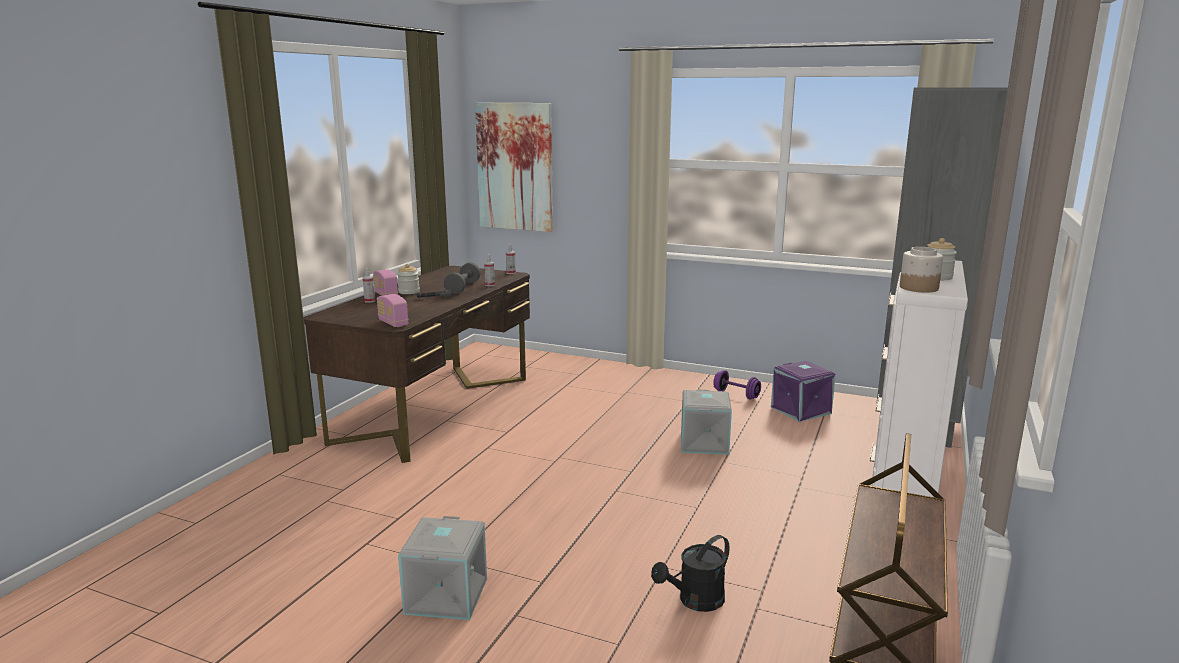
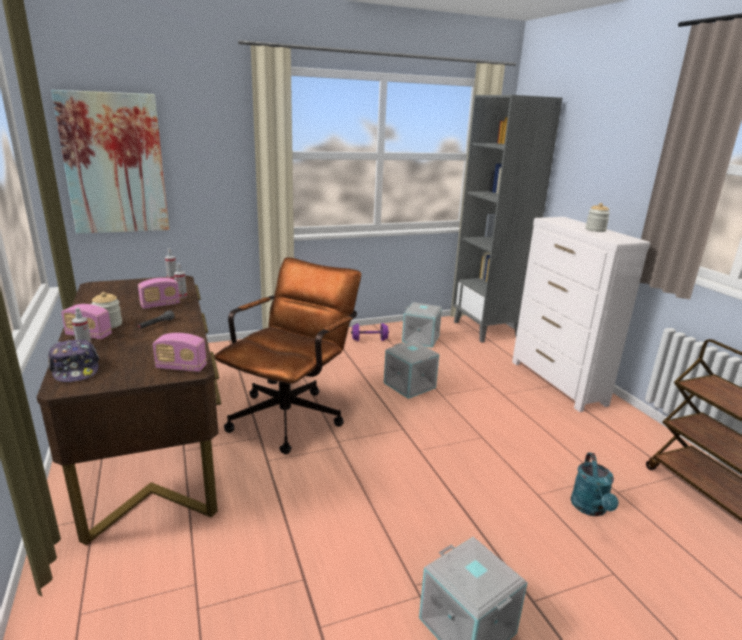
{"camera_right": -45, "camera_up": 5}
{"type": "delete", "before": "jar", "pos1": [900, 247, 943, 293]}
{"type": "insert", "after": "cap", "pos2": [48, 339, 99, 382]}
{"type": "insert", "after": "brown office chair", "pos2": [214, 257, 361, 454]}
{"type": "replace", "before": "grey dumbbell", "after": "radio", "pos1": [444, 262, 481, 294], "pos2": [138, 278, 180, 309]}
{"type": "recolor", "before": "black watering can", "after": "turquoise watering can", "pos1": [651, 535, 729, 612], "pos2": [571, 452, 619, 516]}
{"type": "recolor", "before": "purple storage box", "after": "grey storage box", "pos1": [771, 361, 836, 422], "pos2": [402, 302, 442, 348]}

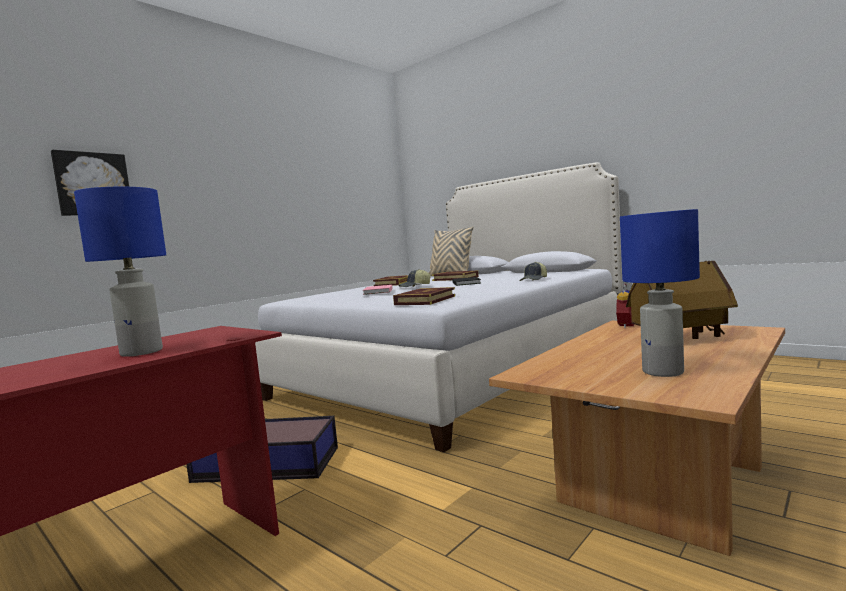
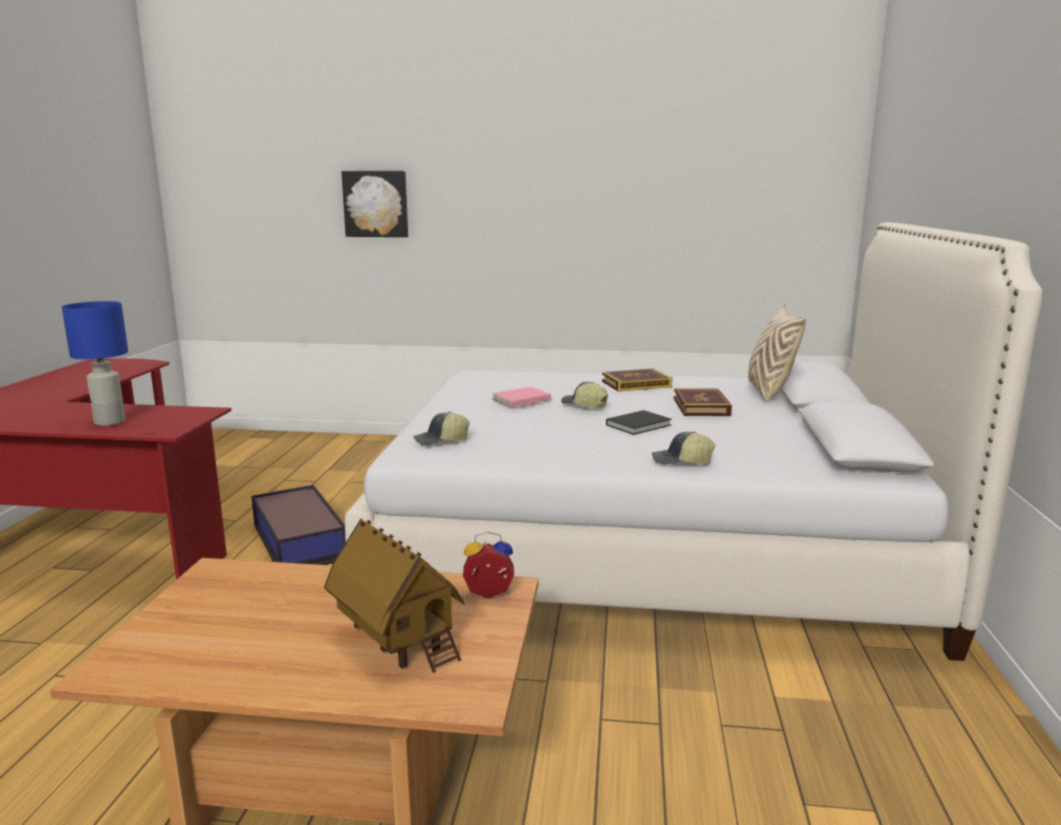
{"camera_right": 55, "camera_up": 10}
{"type": "delete", "before": "blue table lamp", "pos1": [620, 209, 700, 377]}
{"type": "replace", "before": "book", "after": "cap", "pos1": [393, 287, 455, 305], "pos2": [413, 411, 470, 446]}

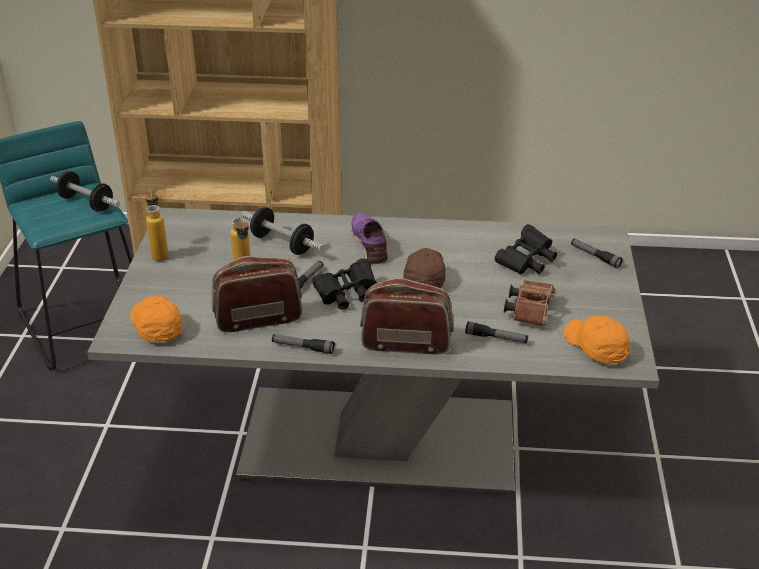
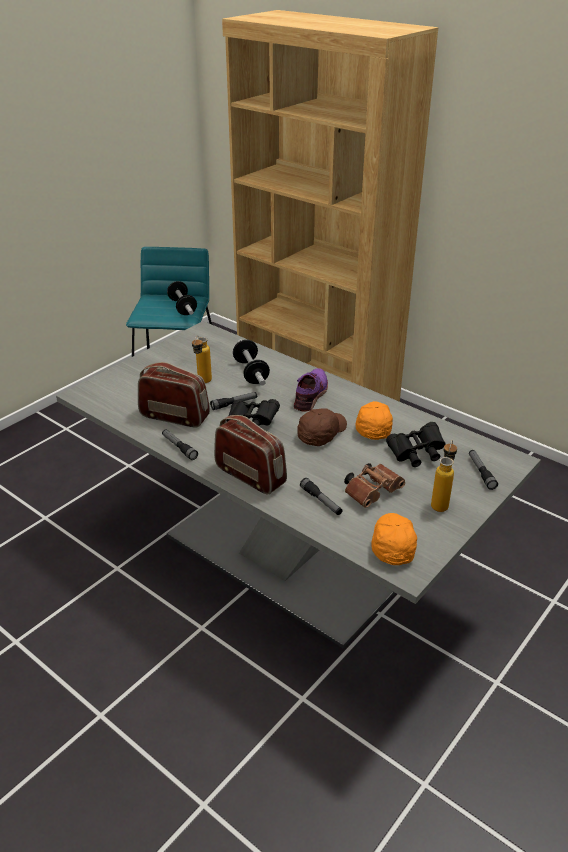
{"camera_right": 35, "camera_up": 0}
{"type": "move", "before": "orange cap", "pos1": [130, 296, 182, 343], "pos2": [356, 401, 393, 440]}
{"type": "move", "before": "bottle", "pos1": [145, 188, 168, 261], "pos2": [431, 440, 457, 512]}

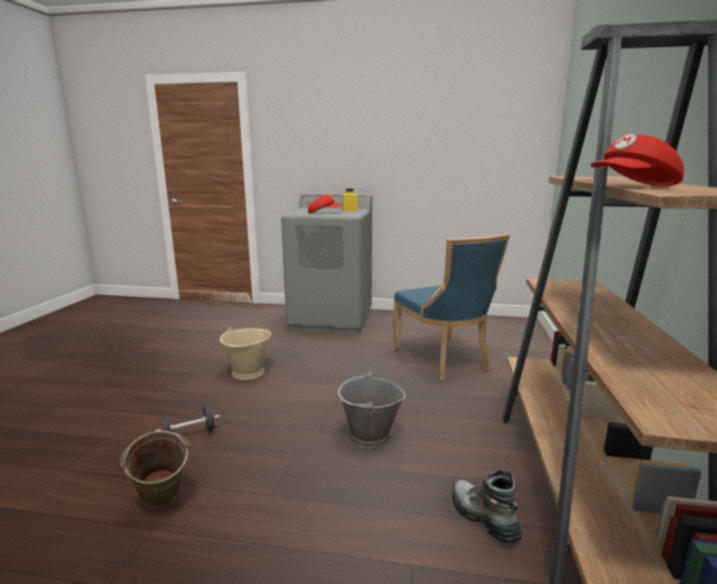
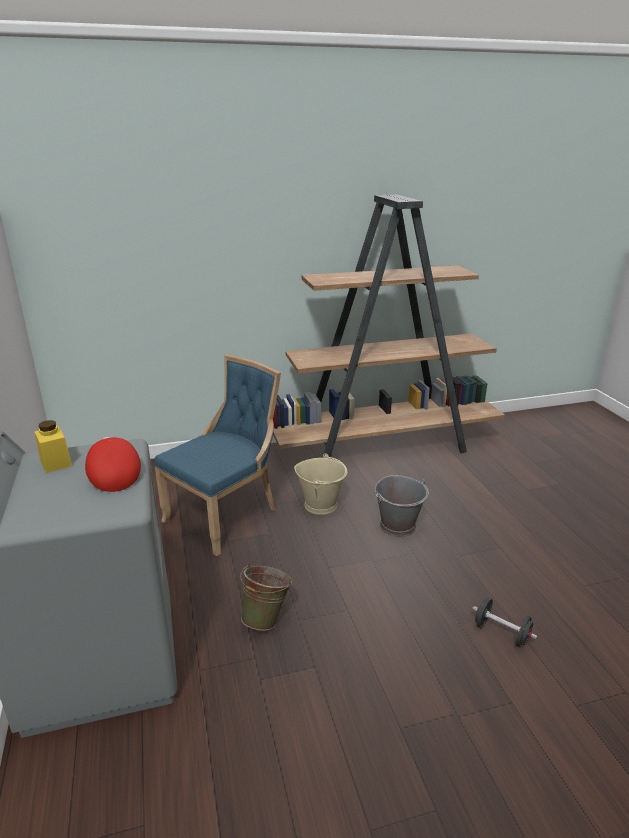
{"camera_right": -115, "camera_up": 10}
{"type": "delete", "before": "boot", "pos1": [452, 470, 522, 544]}
{"type": "delete", "before": "red cap", "pos1": [590, 134, 684, 186]}
{"type": "move", "before": "green bucket", "pos1": [120, 431, 189, 507], "pos2": [240, 563, 292, 631]}
{"type": "move", "before": "beige bucket", "pos1": [220, 327, 271, 380], "pos2": [294, 453, 347, 515]}

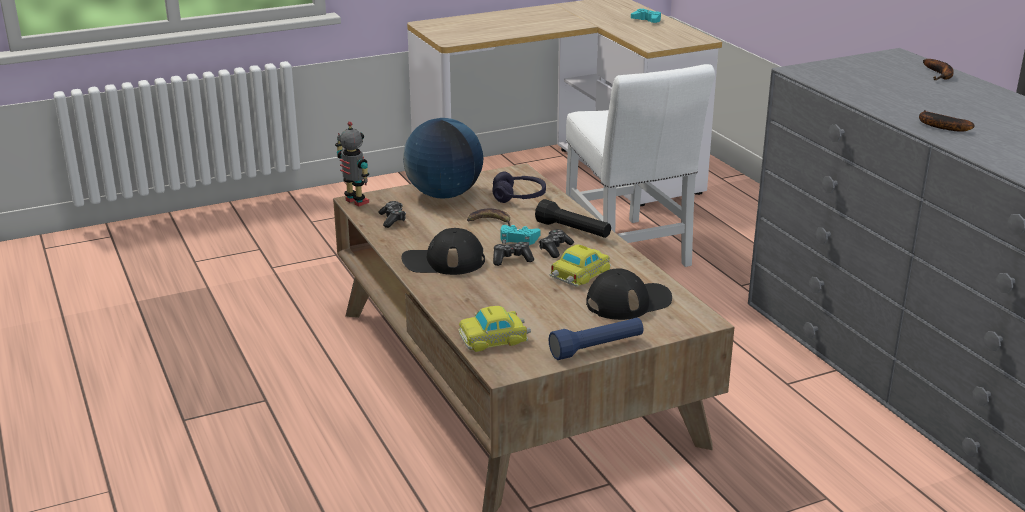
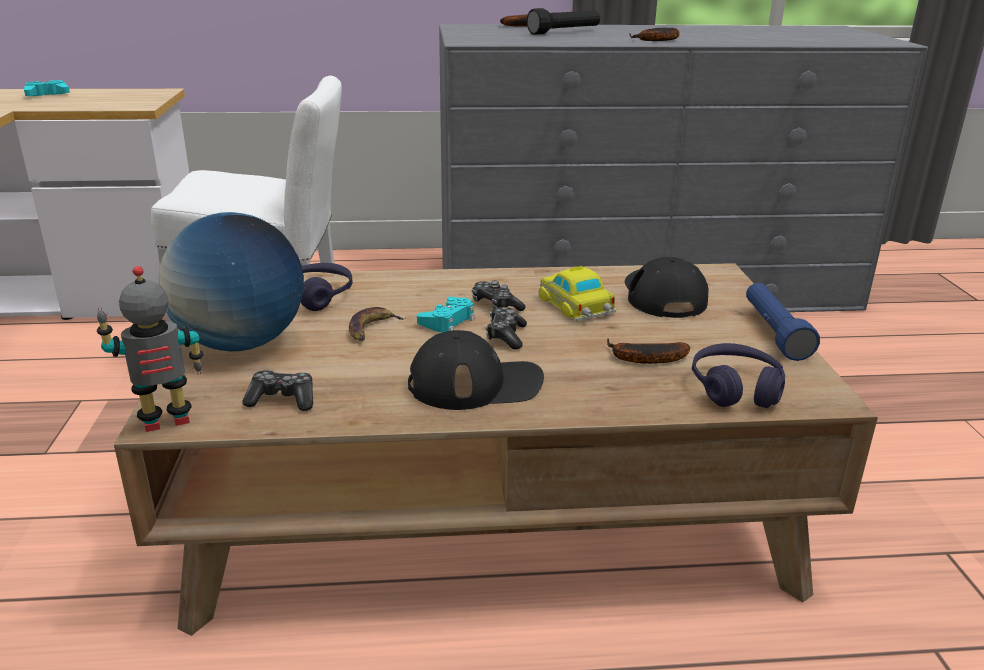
{"camera_right": -70, "camera_up": 0}
{"type": "insert", "after": "banana", "pos2": [607, 338, 690, 364]}
{"type": "move", "before": "black flashlight", "pos1": [535, 199, 611, 238], "pos2": [527, 8, 600, 35]}
{"type": "replace", "before": "toy car", "after": "purple headphones", "pos1": [459, 306, 531, 352], "pos2": [692, 343, 785, 408]}
{"type": "rotate", "before": "black cap", "pos1": [402, 228, 485, 275], "pos2": [408, 330, 544, 410], "turn": -120}

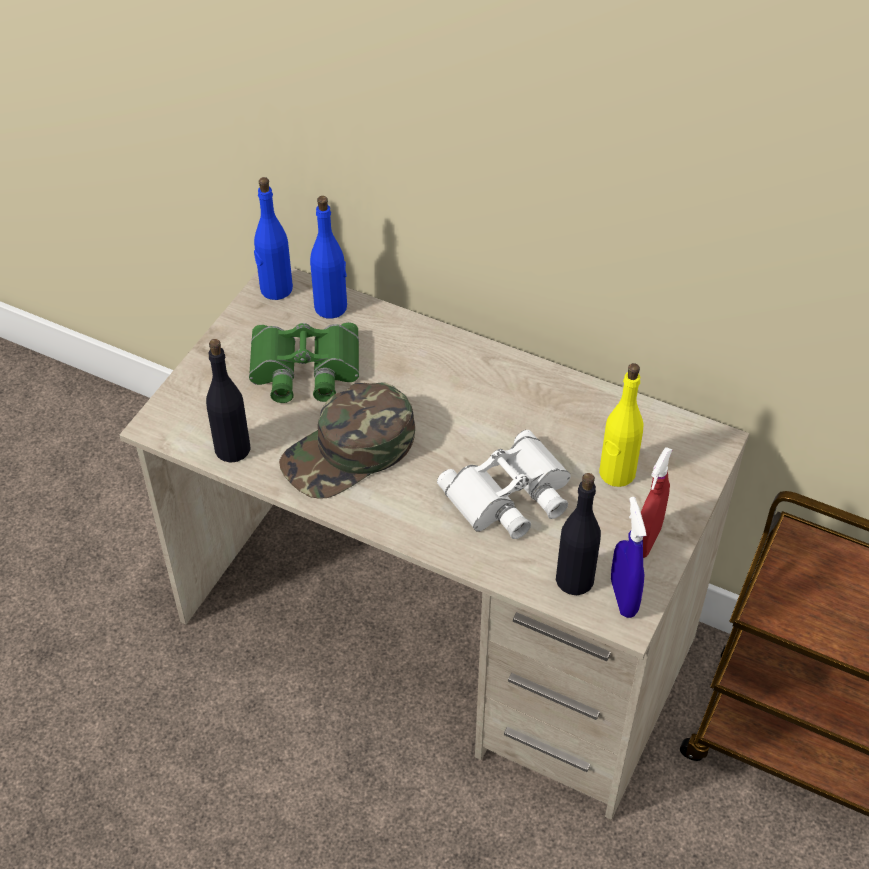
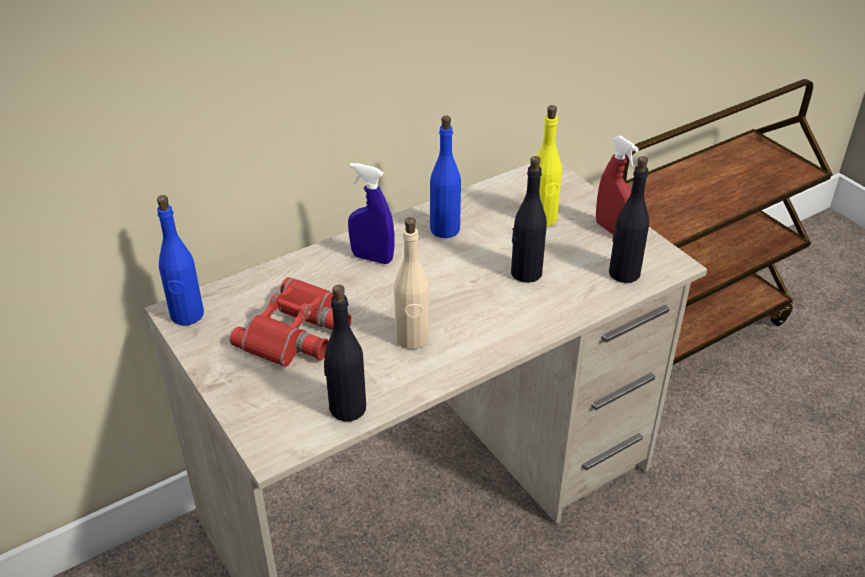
{"camera_right": -60, "camera_up": -10}
{"type": "move", "before": "blue bottle", "pos1": [310, 196, 347, 319], "pos2": [430, 116, 461, 238]}
{"type": "move", "before": "blue spray bottle", "pos1": [611, 497, 647, 618], "pos2": [348, 163, 395, 264]}
{"type": "replace", "before": "green cap", "after": "beige bottle", "pos1": [279, 382, 415, 499], "pos2": [394, 217, 429, 349]}
{"type": "replace", "before": "white binoculars", "after": "black bottle", "pos1": [437, 430, 571, 539], "pos2": [511, 156, 547, 283]}
{"type": "recolor", "before": "green binoculars", "after": "red binoculars", "pos1": [249, 322, 359, 403], "pos2": [230, 277, 352, 367]}

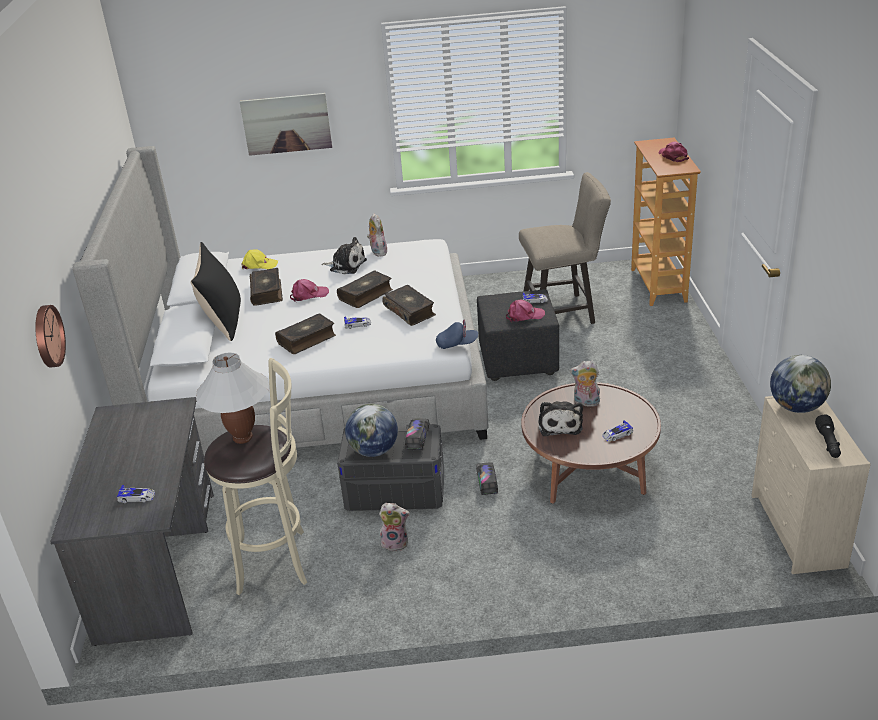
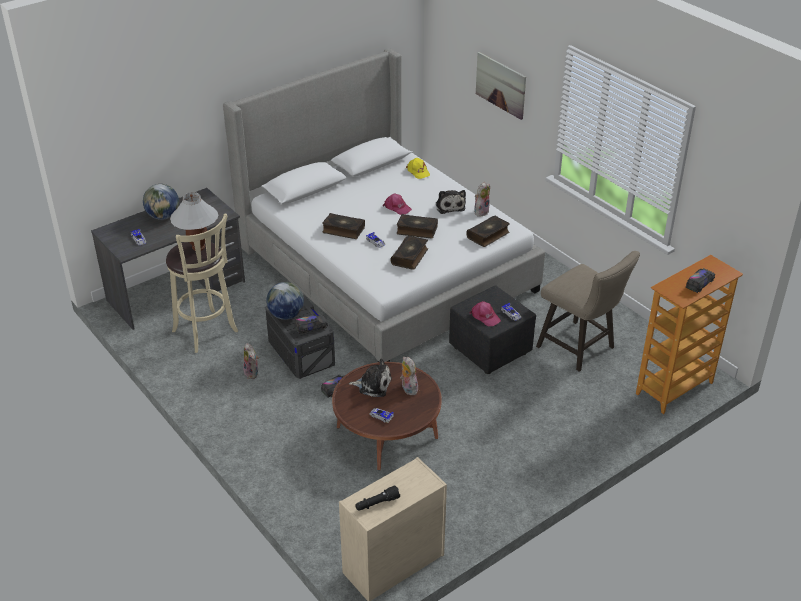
{"camera_right": 55, "camera_up": 5}
{"type": "delete", "before": "wall clock", "pos1": [35, 305, 66, 368]}
{"type": "delete", "before": "black pillow", "pos1": [190, 242, 241, 341]}
{"type": "delete", "before": "blue cap", "pos1": [436, 320, 478, 349]}
{"type": "move", "before": "book", "pos1": [250, 268, 283, 306], "pos2": [466, 216, 510, 247]}
{"type": "move", "before": "globe", "pos1": [770, 355, 831, 413], "pos2": [143, 184, 179, 220]}
{"type": "replace", "before": "pink cap", "after": "toy truck", "pos1": [659, 142, 689, 162], "pos2": [686, 268, 715, 293]}
{"type": "rotate", "before": "plush toy", "pos1": [538, 401, 583, 436], "pos2": [349, 359, 392, 397], "turn": -135}

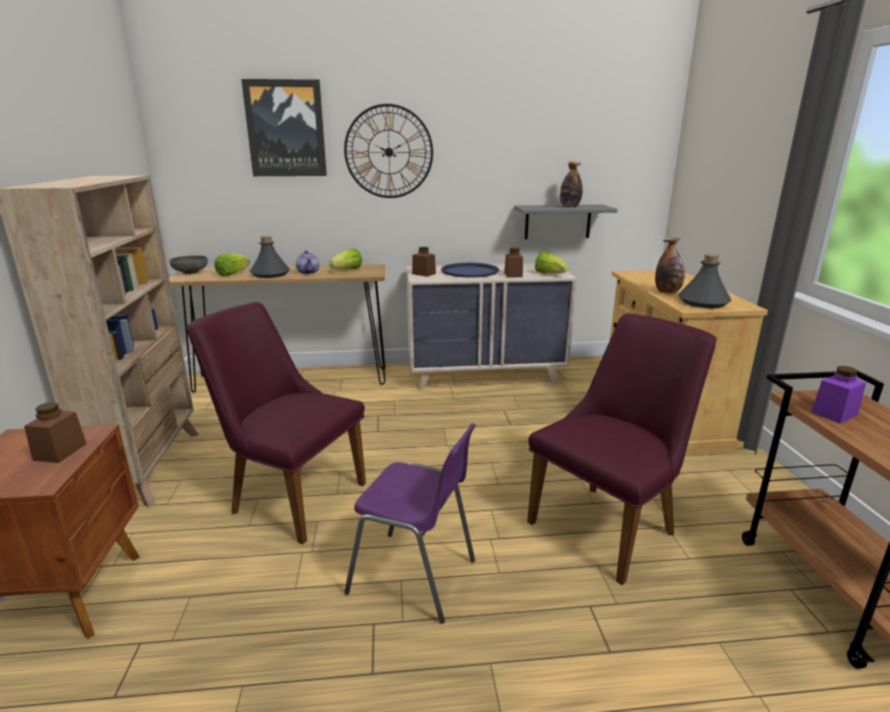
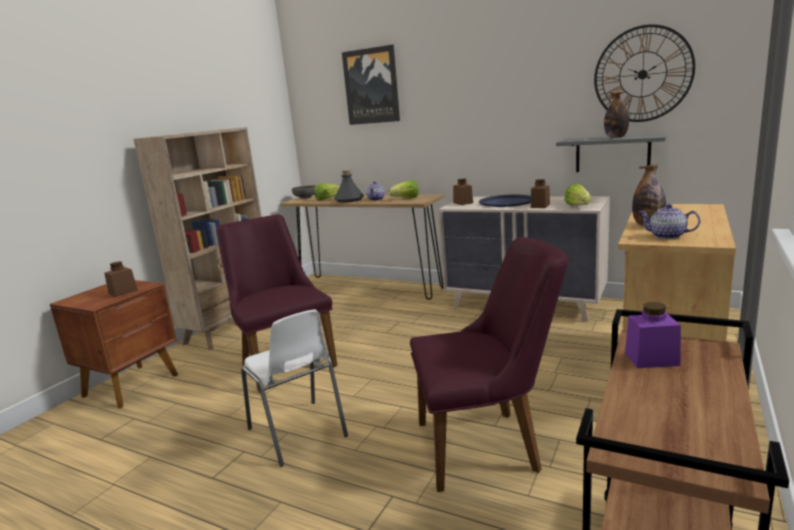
{"camera_right": 35, "camera_up": -5}
{"type": "move", "before": "wall clock", "pos1": [344, 104, 433, 198], "pos2": [594, 24, 695, 122]}
{"type": "replace", "before": "grey bottle", "after": "teapot", "pos1": [678, 254, 731, 308], "pos2": [639, 204, 700, 239]}
{"type": "recolor", "before": "purple chair", "after": "white chair", "pos1": [344, 423, 476, 624], "pos2": [241, 309, 348, 467]}

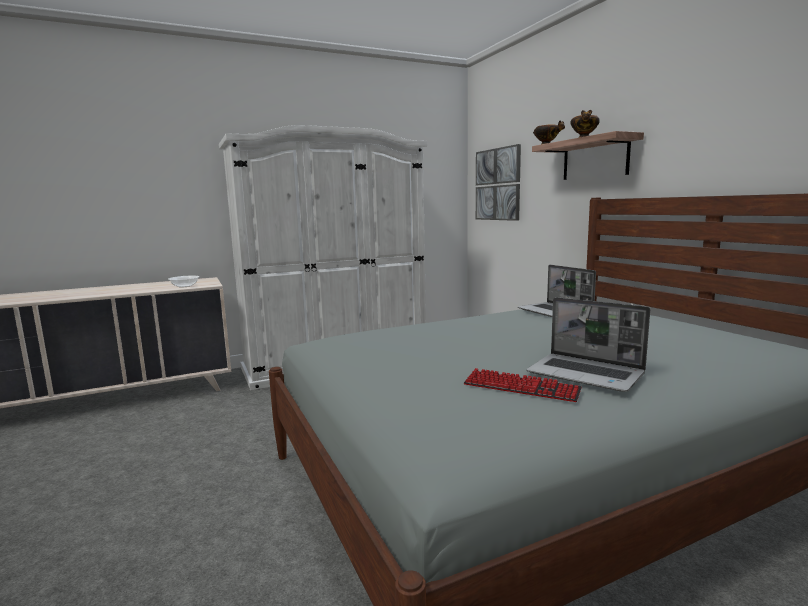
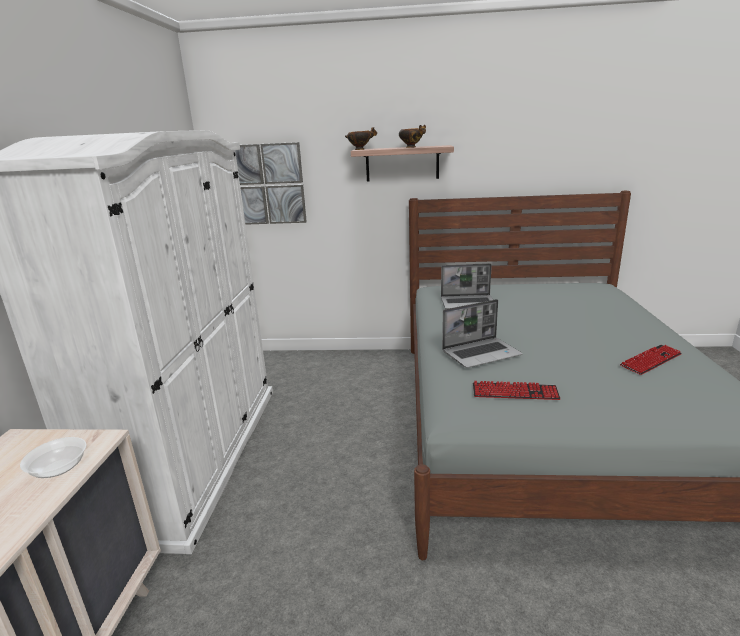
{"camera_right": -60, "camera_up": 10}
{"type": "insert", "after": "keyboard", "pos2": [473, 381, 560, 400]}
{"type": "move", "before": "laptop", "pos1": [526, 297, 650, 392], "pos2": [442, 299, 522, 368]}

